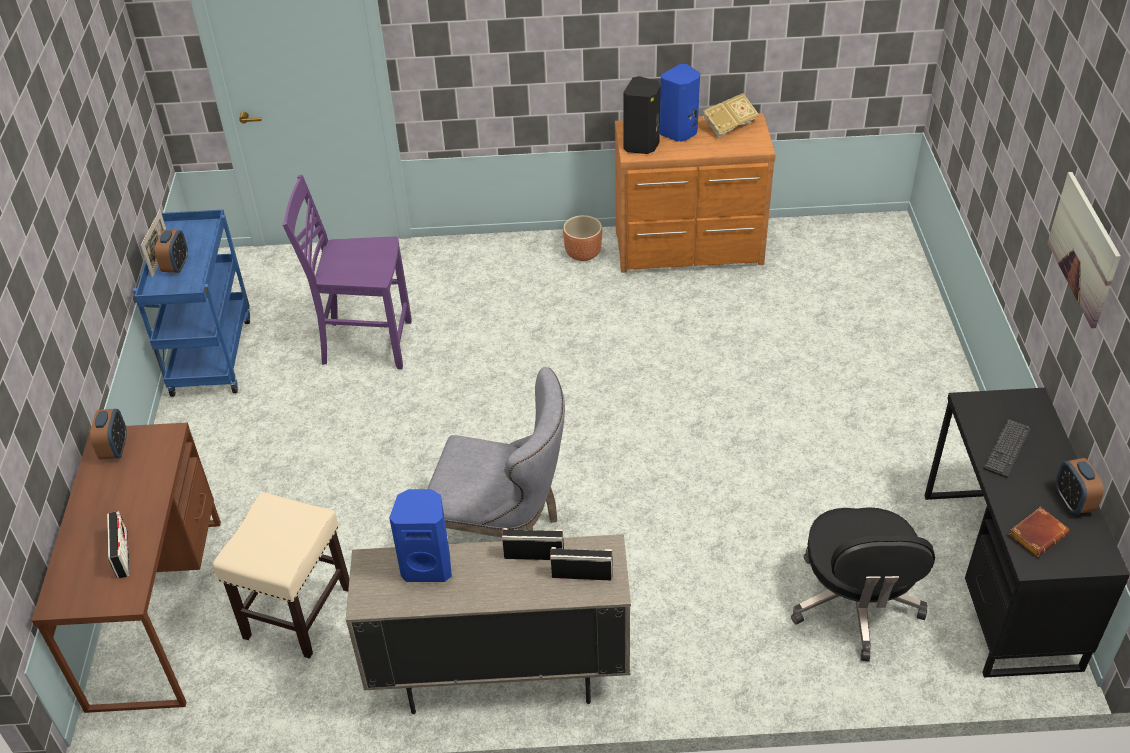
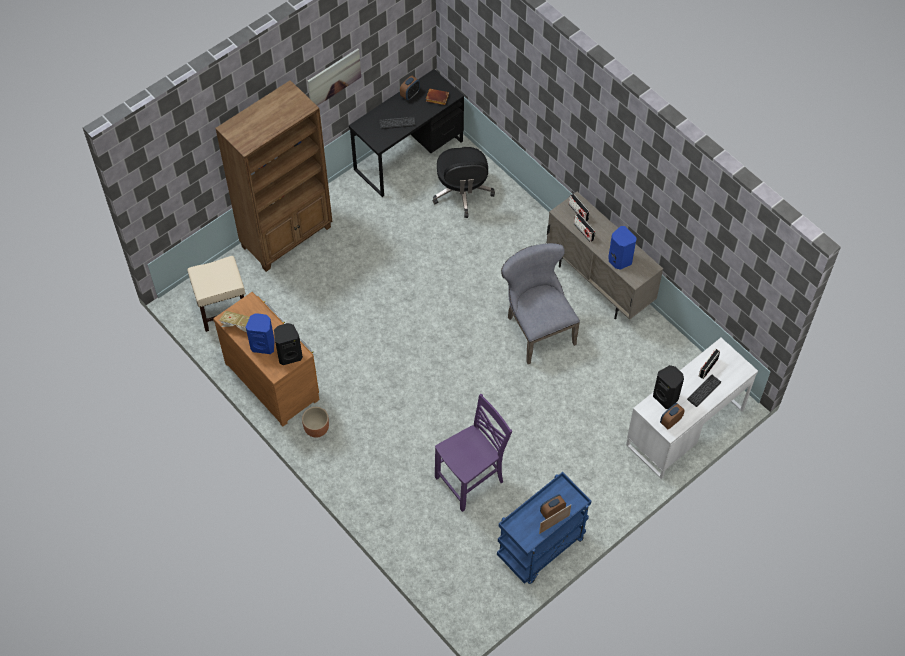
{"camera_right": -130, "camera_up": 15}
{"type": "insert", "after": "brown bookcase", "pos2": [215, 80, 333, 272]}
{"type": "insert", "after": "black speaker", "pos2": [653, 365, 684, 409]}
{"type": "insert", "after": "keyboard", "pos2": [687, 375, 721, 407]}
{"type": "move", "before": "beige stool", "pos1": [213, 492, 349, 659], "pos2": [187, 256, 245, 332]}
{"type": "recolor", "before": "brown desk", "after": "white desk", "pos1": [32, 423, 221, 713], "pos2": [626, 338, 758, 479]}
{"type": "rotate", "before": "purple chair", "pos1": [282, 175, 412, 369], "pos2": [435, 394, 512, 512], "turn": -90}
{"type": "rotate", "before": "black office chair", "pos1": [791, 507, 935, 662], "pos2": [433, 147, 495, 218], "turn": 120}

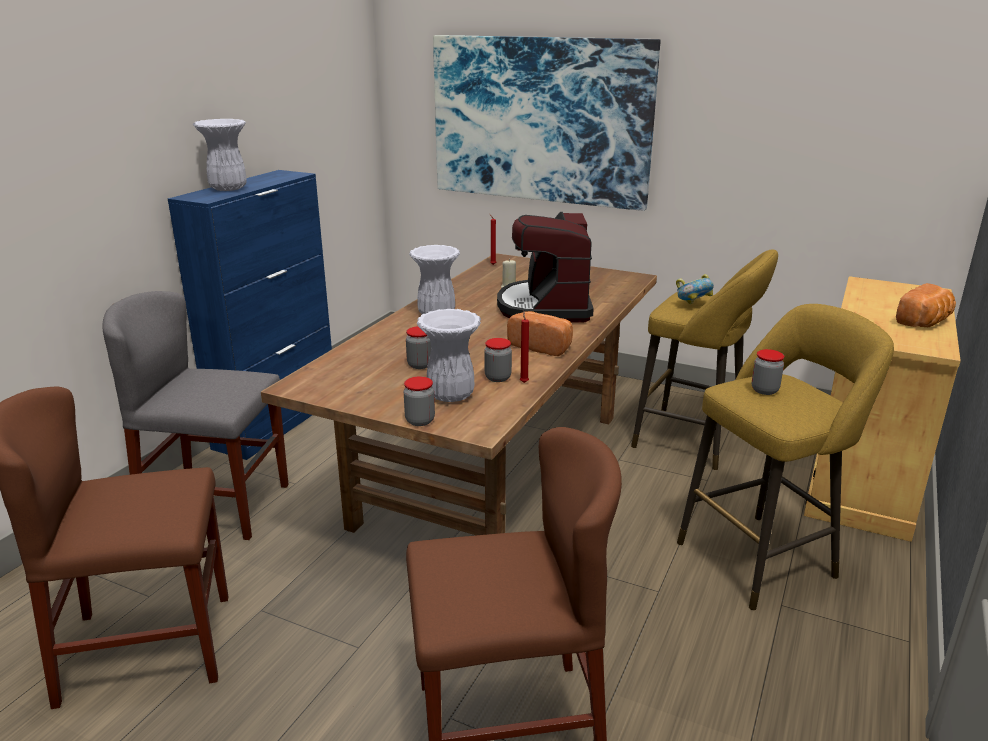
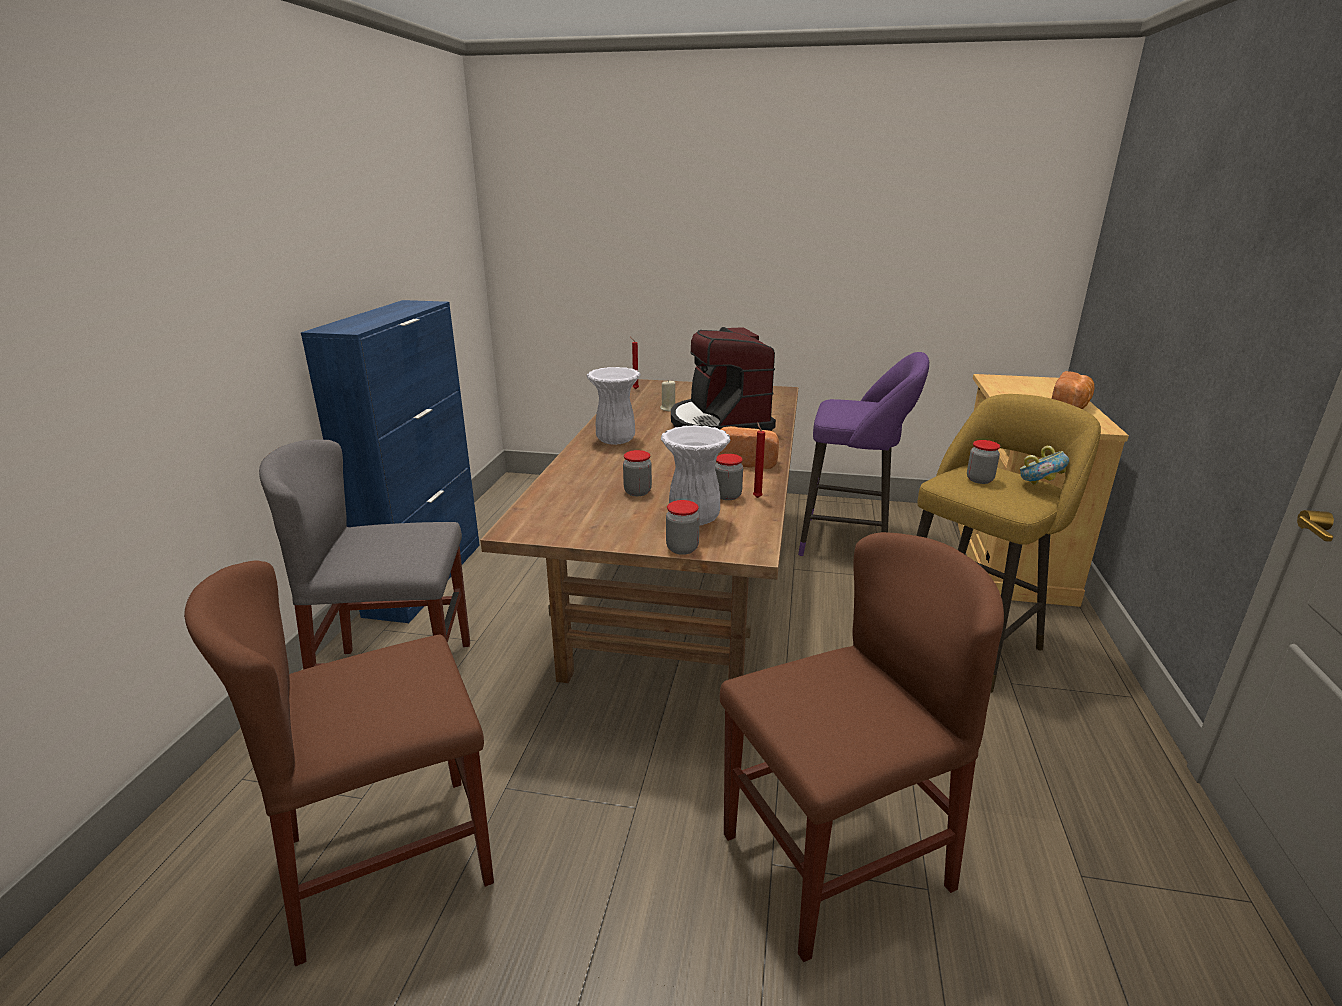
{"camera_right": -15, "camera_up": 0}
{"type": "delete", "before": "white vase", "pos1": [193, 119, 247, 191]}
{"type": "delete", "before": "picture", "pos1": [433, 35, 660, 211]}
{"type": "move", "before": "bowl", "pos1": [676, 274, 714, 304], "pos2": [1020, 446, 1069, 485]}
{"type": "recolor", "before": "yellow stool", "after": "purple stool", "pos1": [631, 249, 778, 470], "pos2": [798, 352, 929, 556]}

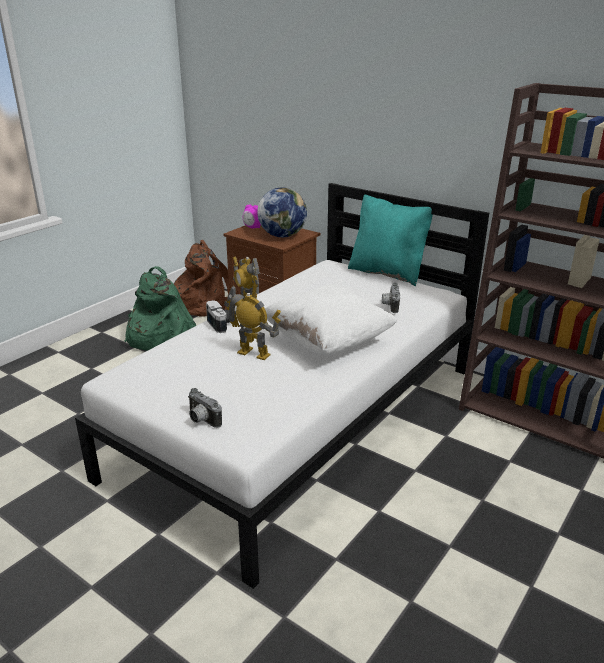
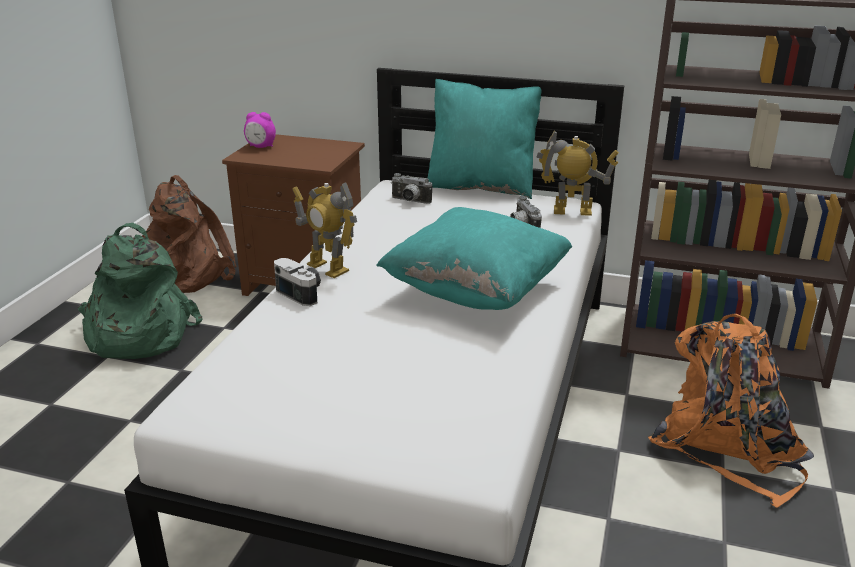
{"camera_right": -20, "camera_up": 0}
{"type": "delete", "before": "globe", "pos1": [257, 187, 307, 237]}
{"type": "insert", "after": "orange backpack", "pos2": [648, 314, 814, 508]}
{"type": "move", "before": "photo camera", "pos1": [188, 388, 222, 428], "pos2": [391, 173, 432, 204]}
{"type": "move", "before": "toy robot", "pos1": [224, 285, 281, 360], "pos2": [536, 130, 619, 216]}
{"type": "recolor", "before": "white pillow", "after": "turquoise pillow", "pos1": [265, 284, 397, 355], "pos2": [376, 207, 572, 310]}

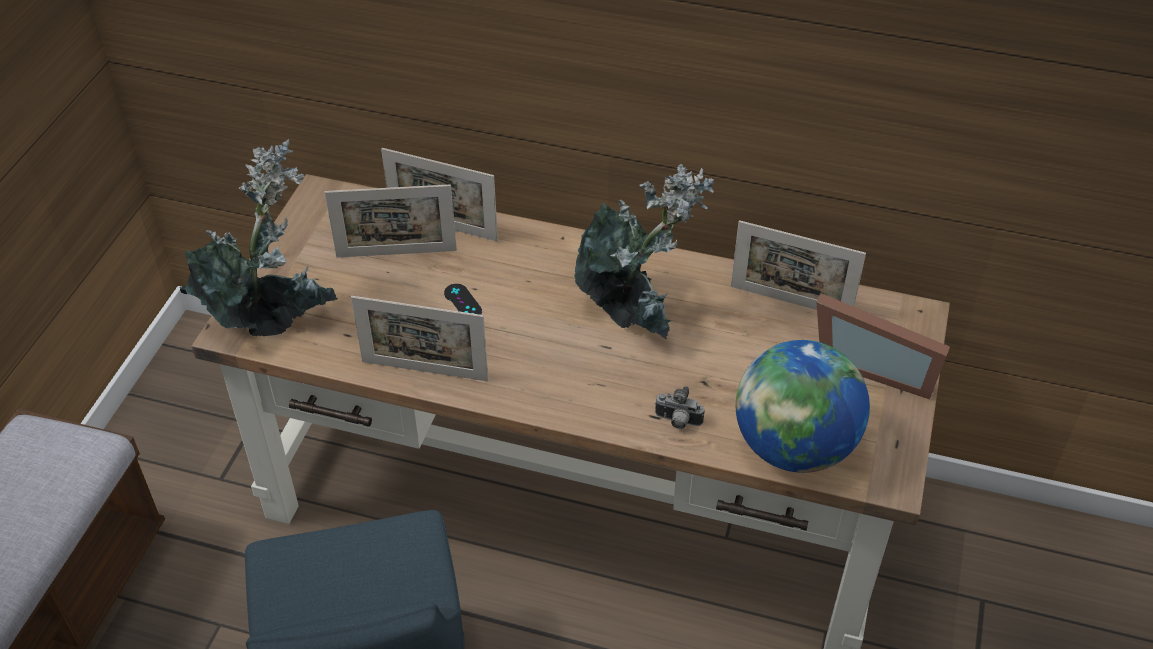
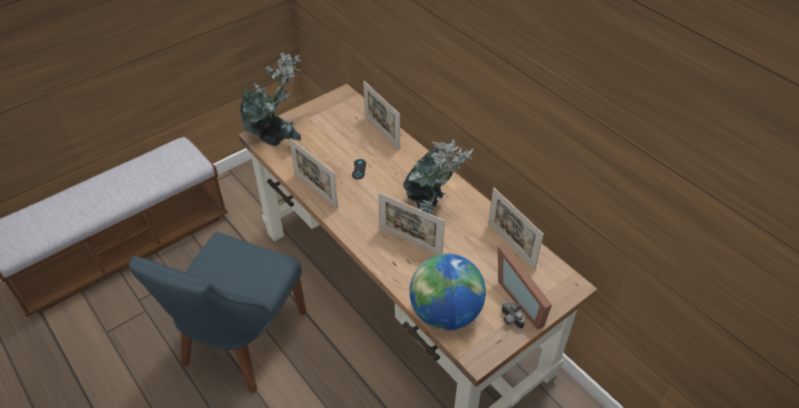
{"camera_right": 35, "camera_up": 0}
{"type": "move", "before": "picture frame", "pos1": [324, 185, 457, 258], "pos2": [378, 193, 445, 255]}
{"type": "move", "before": "photo camera", "pos1": [654, 386, 704, 429], "pos2": [502, 301, 525, 329]}

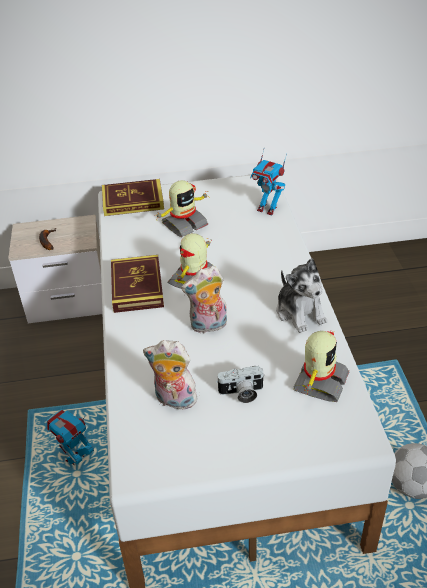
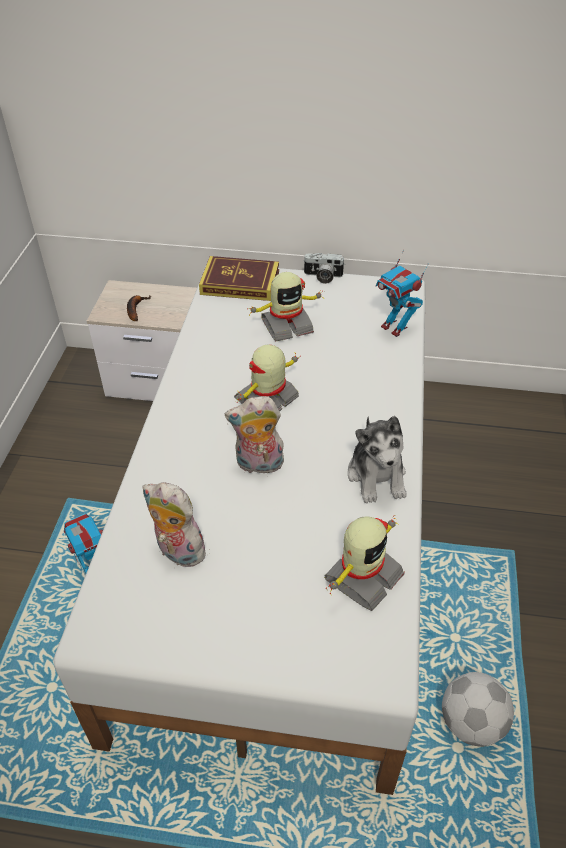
{"camera_right": 15, "camera_up": 5}
{"type": "delete", "before": "book", "pos1": [111, 255, 164, 313]}
{"type": "move", "before": "photo camera", "pos1": [216, 366, 265, 403], "pos2": [303, 253, 345, 284]}

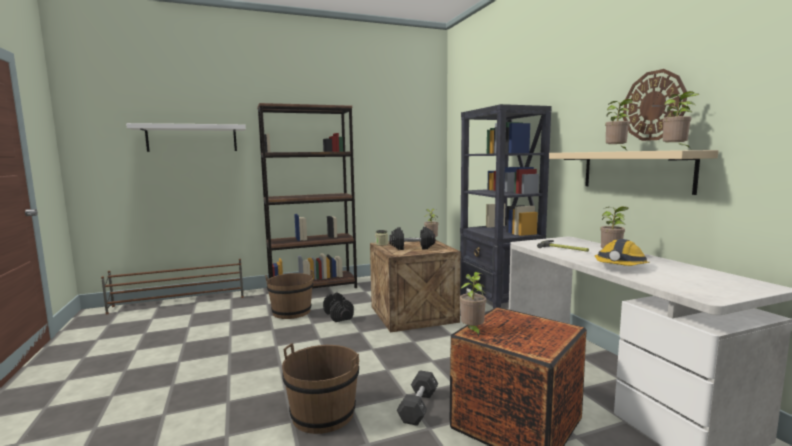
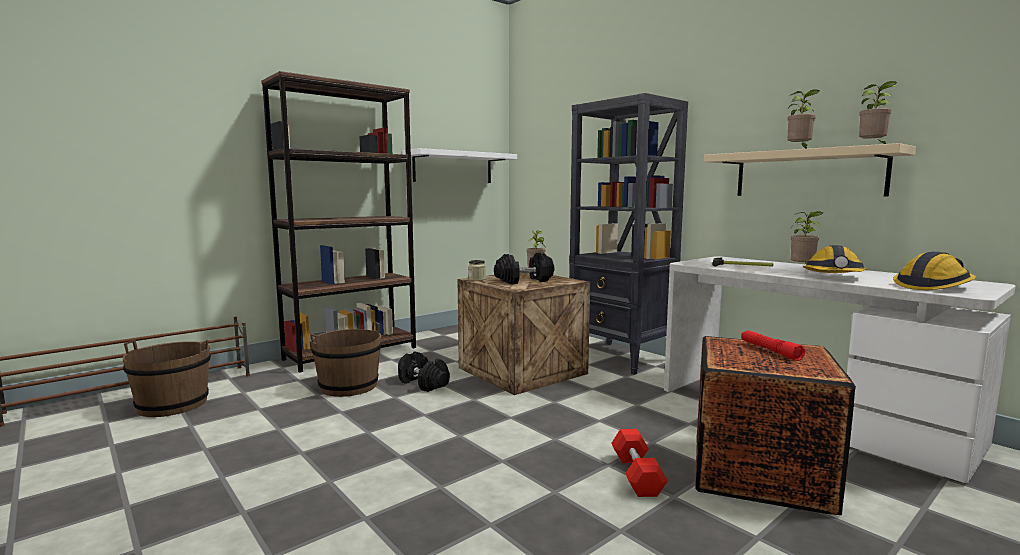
{"camera_right": -20, "camera_up": 0}
{"type": "delete", "before": "potted plant", "pos1": [460, 272, 486, 337]}
{"type": "delete", "before": "wall clock", "pos1": [623, 69, 687, 141]}
{"type": "insert", "after": "red flashlight", "pos2": [741, 330, 805, 361]}
{"type": "insert", "after": "hard hat", "pos2": [893, 252, 976, 290]}
{"type": "move", "before": "white shelf", "pos1": [126, 123, 246, 152], "pos2": [402, 148, 517, 183]}
{"type": "move", "before": "brown bucket", "pos1": [282, 343, 359, 434], "pos2": [123, 340, 211, 417]}
{"type": "recolor", "before": "black dumbbell", "after": "red dumbbell", "pos1": [397, 370, 438, 426], "pos2": [611, 429, 668, 497]}

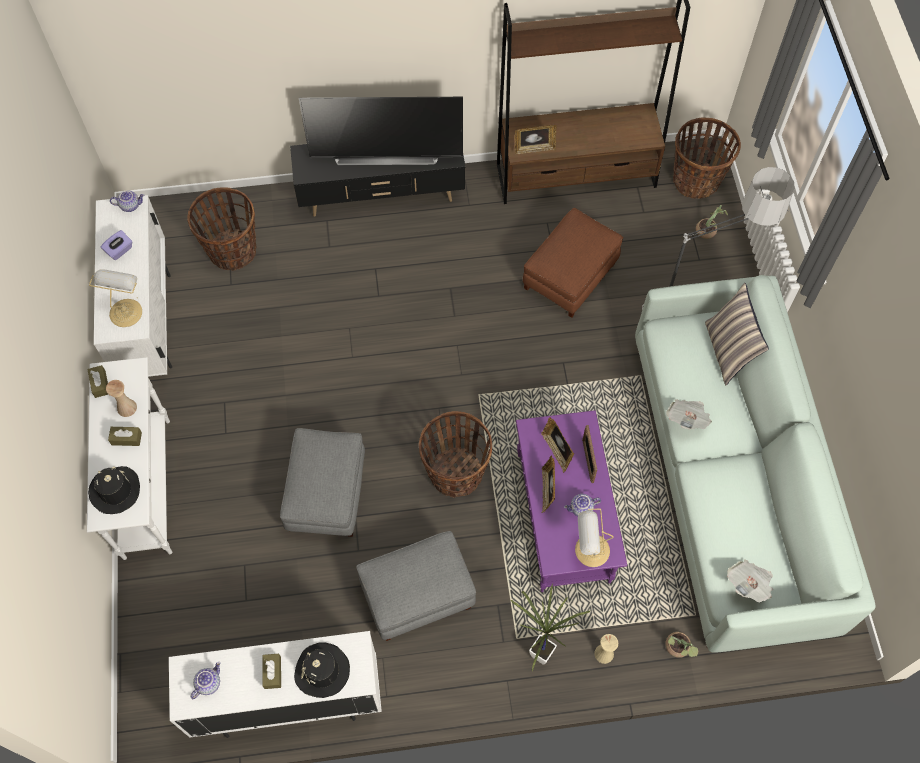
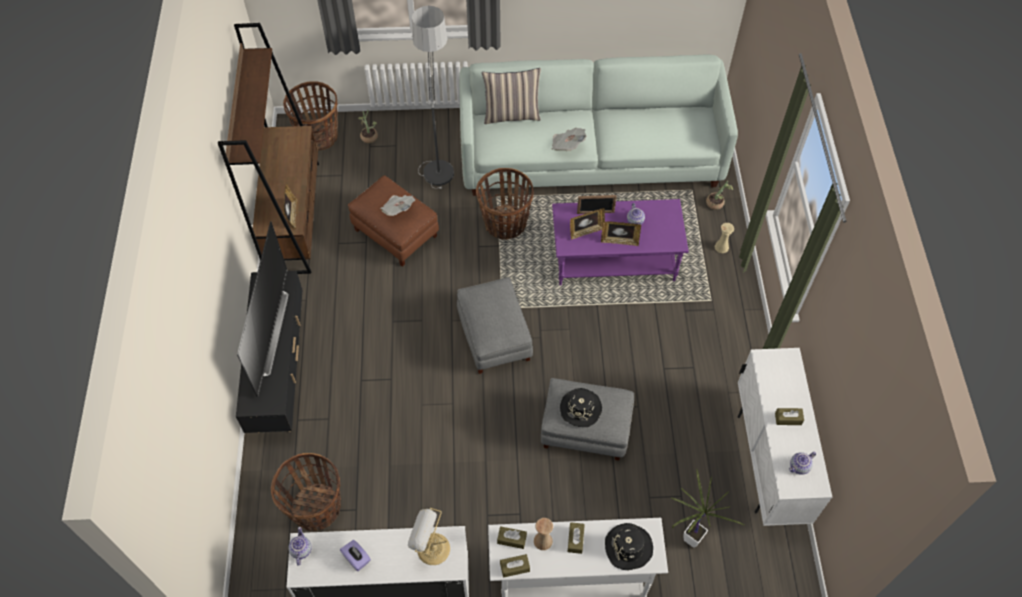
{"camera_right": -85, "camera_up": -5}
{"type": "delete", "before": "table lamp", "pos1": [575, 508, 614, 567]}
{"type": "insert", "after": "brown tissue box", "pos2": [497, 526, 527, 549]}
{"type": "move", "before": "black hat", "pos1": [294, 642, 350, 698], "pos2": [560, 388, 602, 427]}
{"type": "move", "before": "grey ottoman", "pos1": [356, 531, 476, 641], "pos2": [457, 277, 533, 374]}
{"type": "move", "before": "basket", "pos1": [419, 411, 492, 498], "pos2": [476, 168, 534, 239]}
{"type": "move", "before": "potted plant", "pos1": [511, 584, 590, 671], "pos2": [670, 469, 744, 548]}
{"type": "move", "before": "newspaper", "pos1": [727, 559, 773, 602], "pos2": [380, 195, 415, 216]}
{"type": "rotate", "before": "teapot", "pos1": [191, 662, 221, 699], "pos2": [789, 452, 816, 475], "turn": -75}

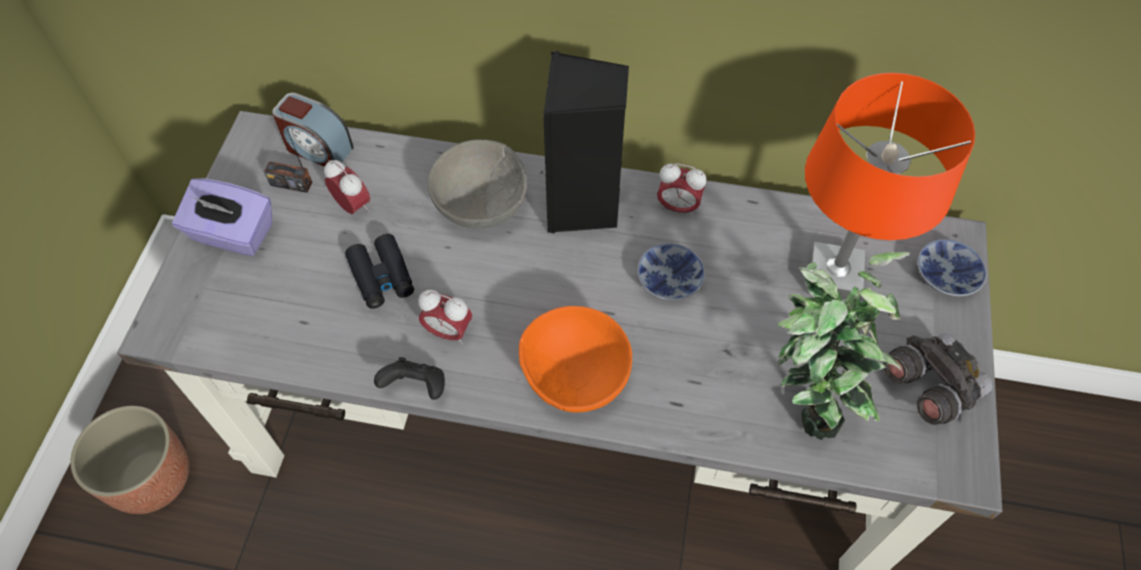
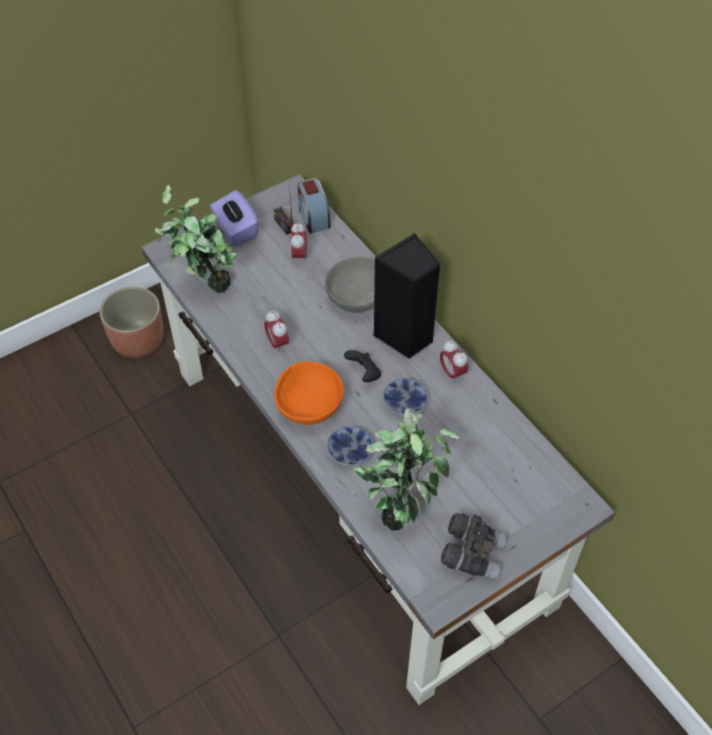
{"camera_right": 45, "camera_up": -5}
{"type": "delete", "before": "black binoculars", "pos1": [345, 234, 414, 309]}
{"type": "delete", "before": "orange table lamp", "pos1": [805, 73, 975, 301]}
{"type": "insert", "after": "potted plant", "pos2": [155, 185, 238, 293]}
{"type": "move", "before": "black game controller", "pos1": [374, 357, 445, 400], "pos2": [344, 350, 381, 382]}
{"type": "move", "before": "bowl", "pos1": [918, 239, 987, 296], "pos2": [327, 426, 373, 466]}

